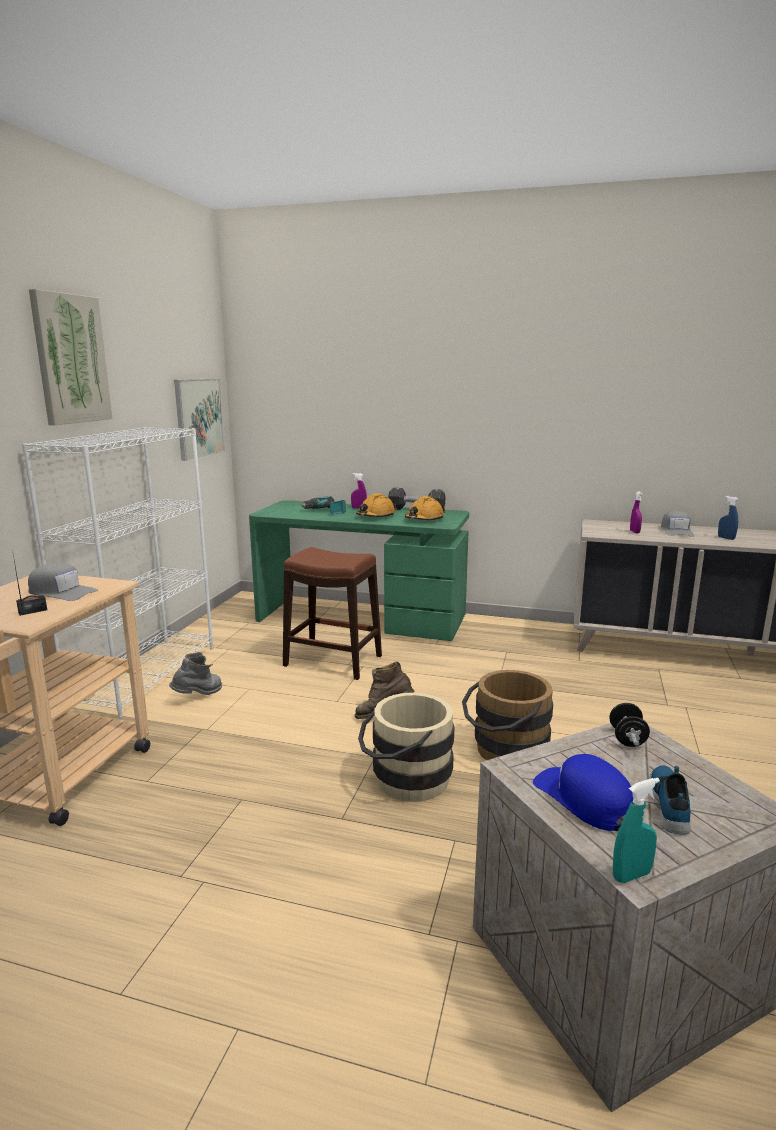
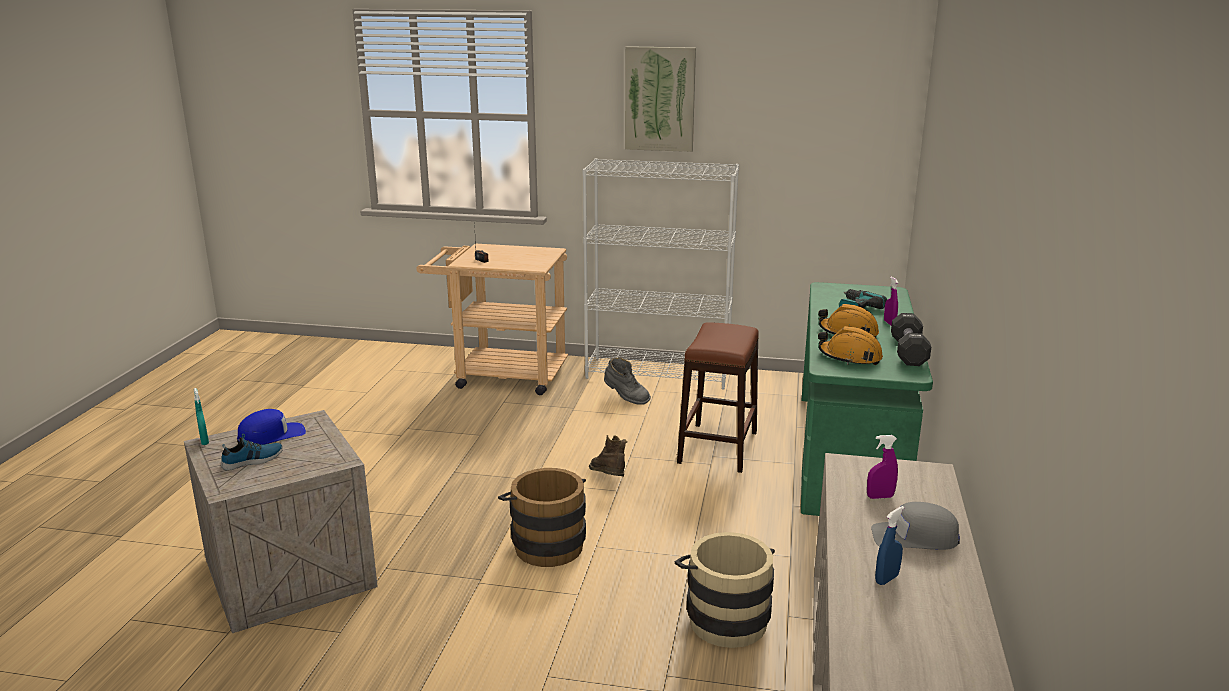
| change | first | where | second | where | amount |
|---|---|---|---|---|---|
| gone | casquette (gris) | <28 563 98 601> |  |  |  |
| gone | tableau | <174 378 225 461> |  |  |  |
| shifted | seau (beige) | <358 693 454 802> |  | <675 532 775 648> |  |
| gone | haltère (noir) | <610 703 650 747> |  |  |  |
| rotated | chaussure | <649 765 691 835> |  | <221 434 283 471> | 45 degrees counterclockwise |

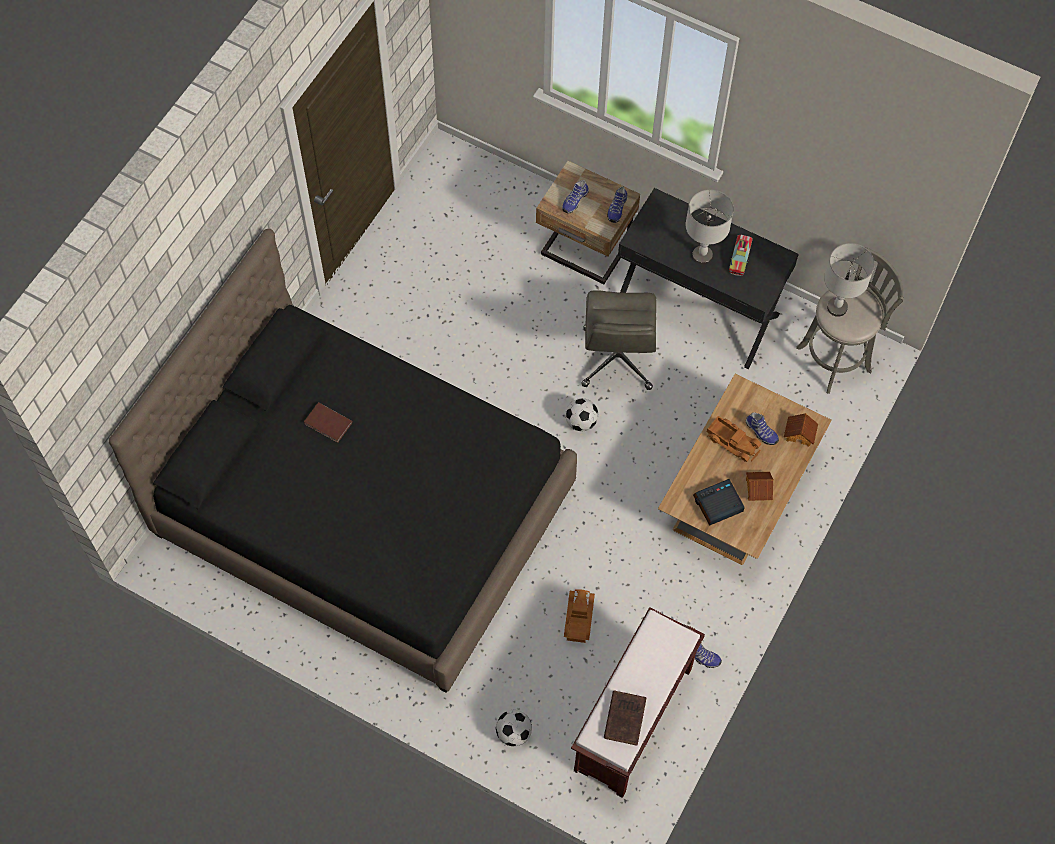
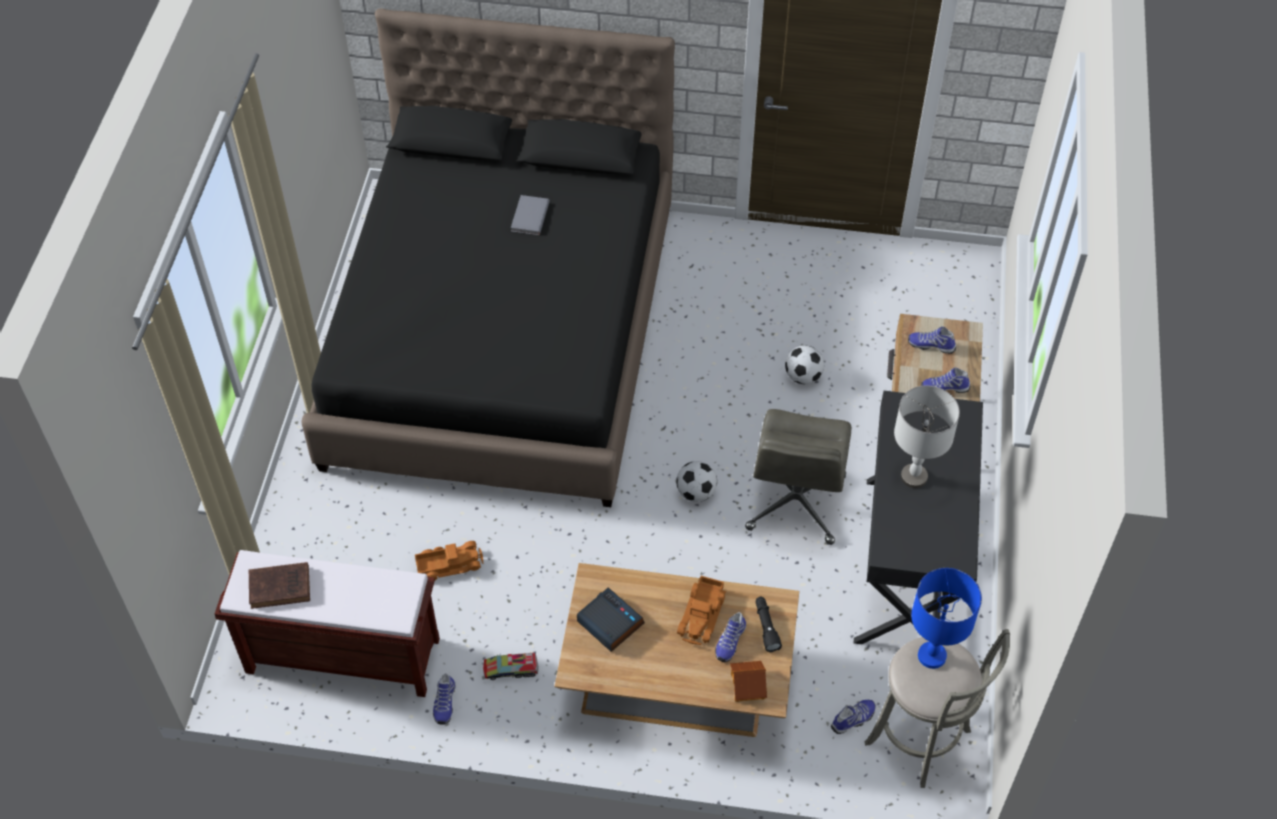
| change | first | where | second | where | amount |
|---|---|---|---|---|---|
| repainted | livre (marron) | <304 402 353 443> | livre (gris) | <511 195 550 235> |  |
| shifted | ballon de foot | <496 710 532 746> |  | <785 345 824 384> |  |
| rotated | chaise de bureau (gris) | <581 290 656 390> |  | <745 409 852 545> | 60 degrees counterclockwise |
| shifted | camion jouet | <729 235 753 276> |  | <483 653 539 680> |  |
| gone | maison miniature | <746 472 774 501> |  |  |  |
| repainted | lampe de table (gris) | <824 243 875 317> | lampe de table (bleu) | <911 568 982 669> |  |
| new |  |  | lampe de poche (noir) | <756 597 782 652> |  |
| new |  |  | chaussure | <831 700 876 734> |  |

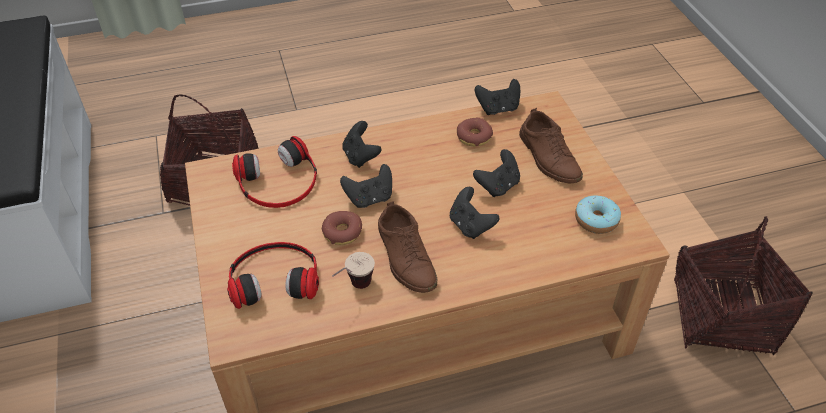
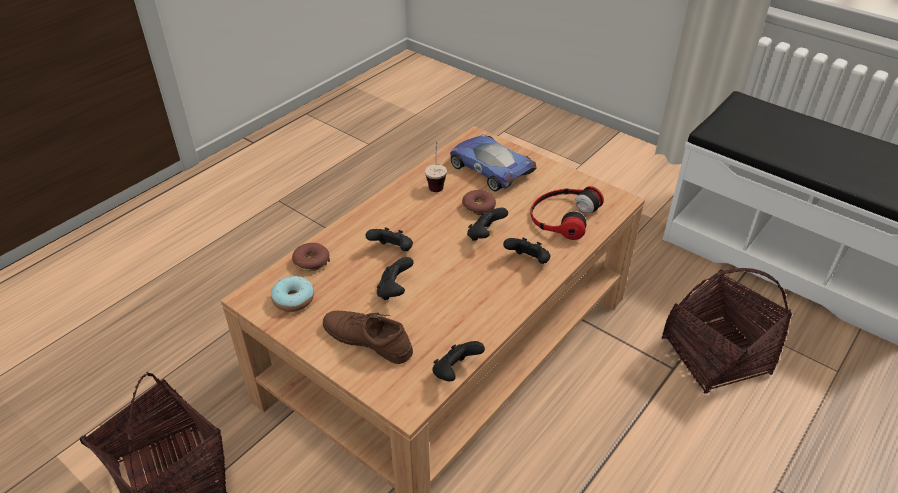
| change | first | where | second | where | amount |
|---|---|---|---|---|---|
| swapped | casque audio | <227 242 319 309> | petite voiture | <450 134 537 191> |  |
| gone | chaussure (marron) | <378 201 437 293> |  |  |  |
| shifted | beignet | <457 118 493 146> |  | <292 243 330 271> |  |

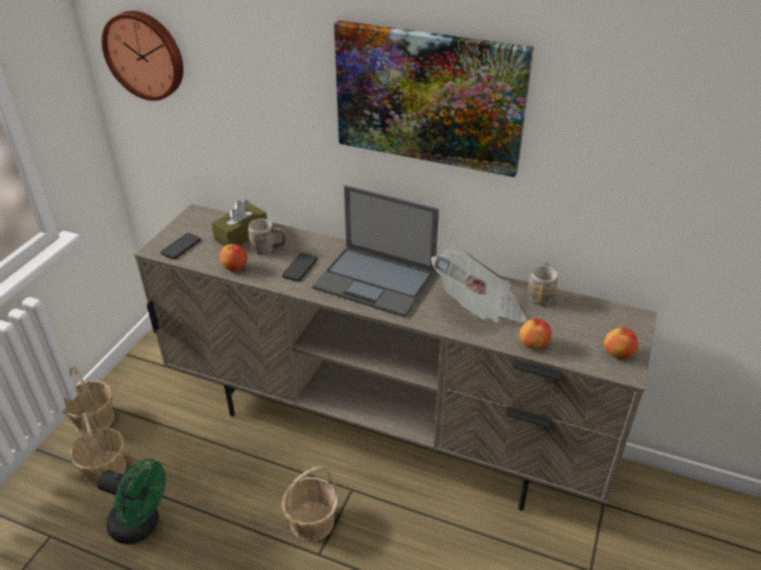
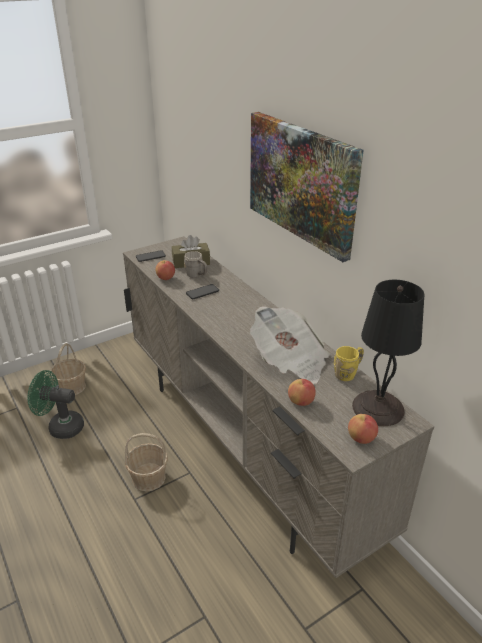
| change | first | where | second | where | amount |
|---|---|---|---|---|---|
| gone | panier | <63 365 115 434> |  |  |  |
| rotated | ventilateur (vert) | <97 459 166 544> |  | <27 370 84 439> | 135 degrees clockwise |
| gone | horloge murale | <102 11 183 101> |  |  |  |
| gone | ordinateur portable | <312 185 439 317> |  |  |  |
| repainted | mug (gris) | <528 262 558 305> | mug (jaune) | <334 346 364 381> |  |
| new |  |  | lampe de table (noir) | <352 280 424 426> |  |

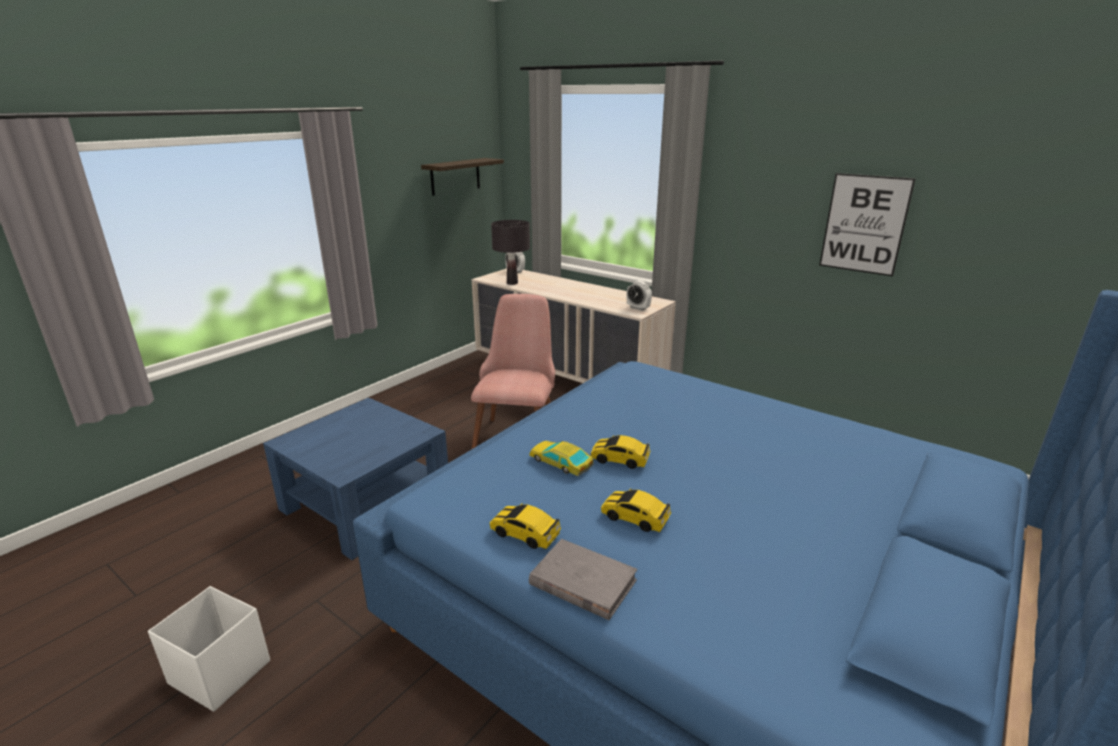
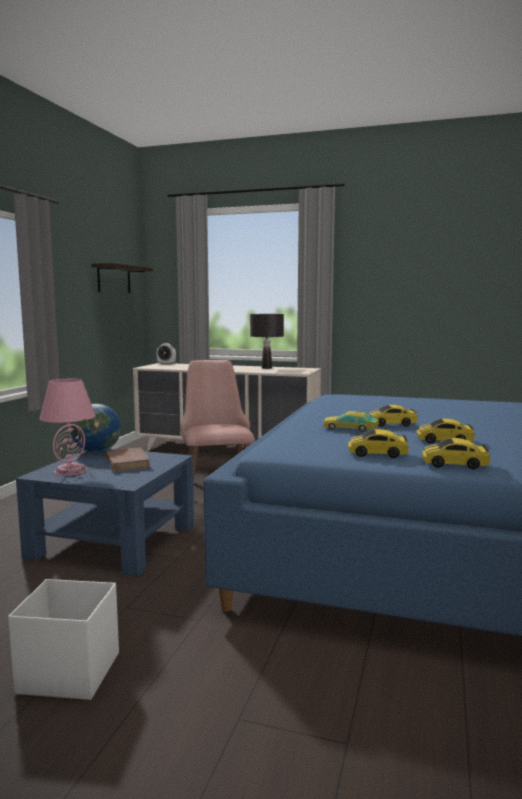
| change | first | where | second | where | amount |
|---|---|---|---|---|---|
| shifted | lampe de table (noir) | <491 220 530 285> |  | <250 314 284 369> |  |
| swapped | livre (gris) | <529 539 638 620> | petite voiture | <422 438 490 469> |  |
| gone | réveil | <626 281 652 311> |  |  |  |
| gone | tableau | <819 173 916 277> |  |  |  |
| new |  |  | lampe de table (rose) | <39 379 96 476> |  |
| new |  |  | globe | <70 404 121 452> |  |
| new |  |  | livre (marron) | <106 448 151 472> |  |

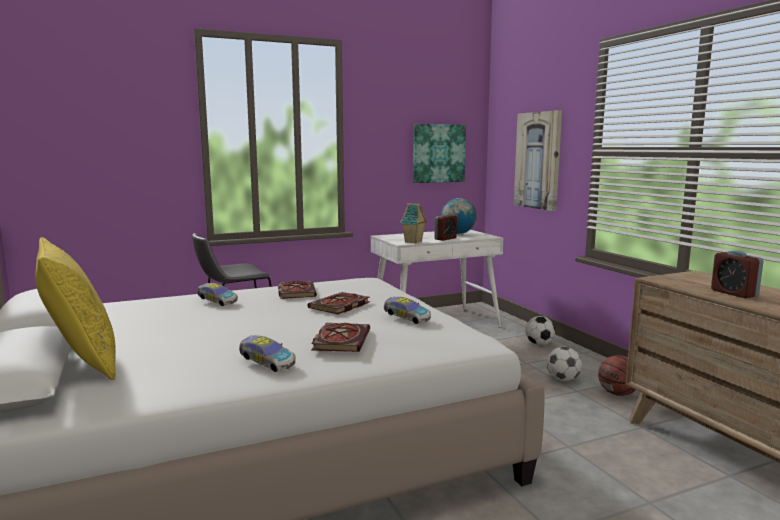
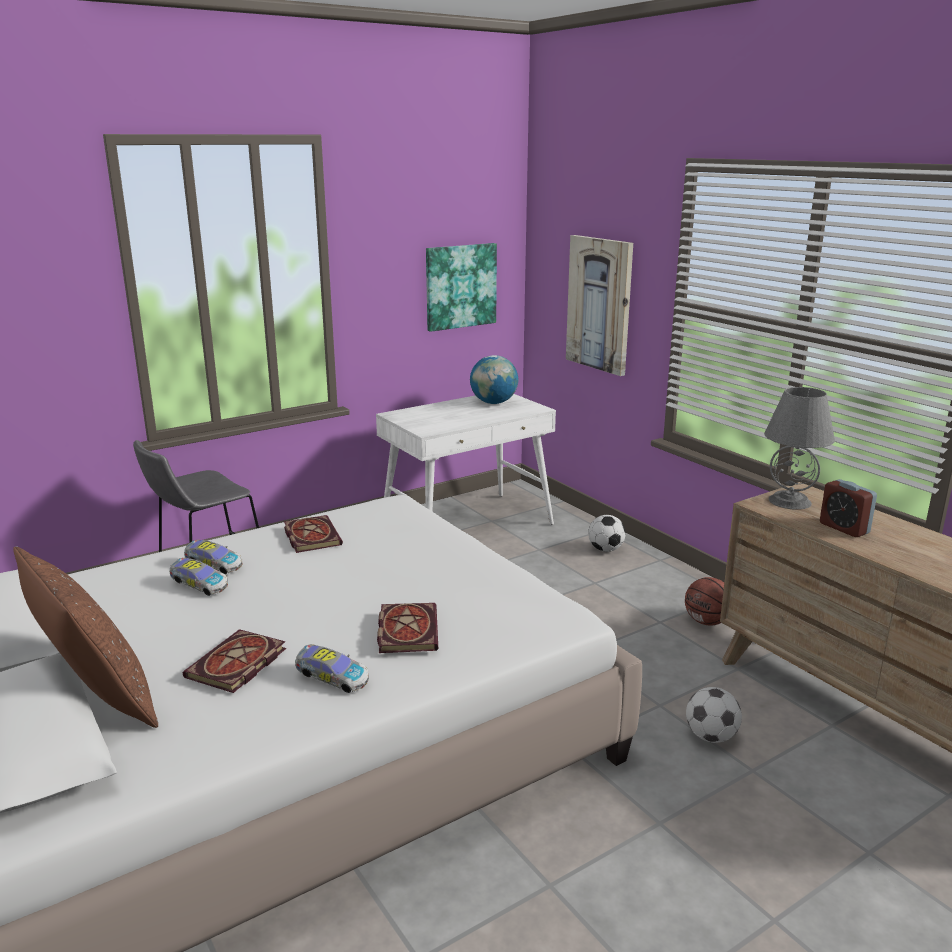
| change | first | where | second | where | amount |
|---|---|---|---|---|---|
| repainted | coussin (jaune) | <36 237 116 380> | coussin (marron) | <13 546 158 728> |  |
| shifted | livre | <307 292 370 314> |  | <183 629 286 693> |  |
| shifted | petite voiture | <384 297 431 324> |  | <169 558 228 596> |  |
| gone | maison miniature | <400 203 427 243> |  |  |  |
| gone | réveil | <434 213 457 241> |  |  |  |
| shifted | ballon de foot | <546 347 582 381> |  | <686 687 742 743> |  |
| new |  |  | lampe de table (gris) | <764 387 835 510> |  |

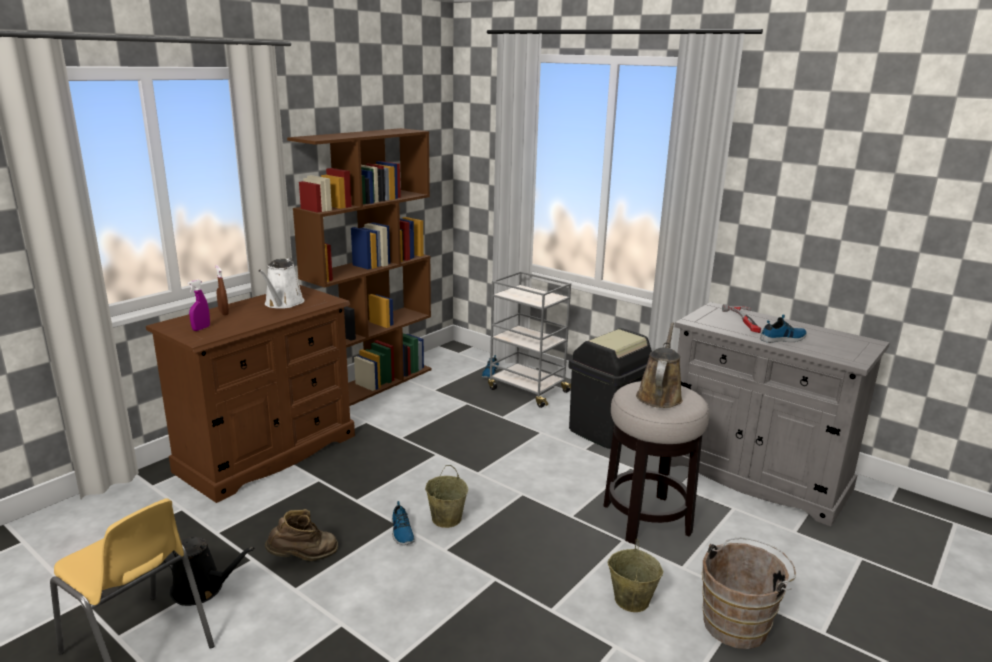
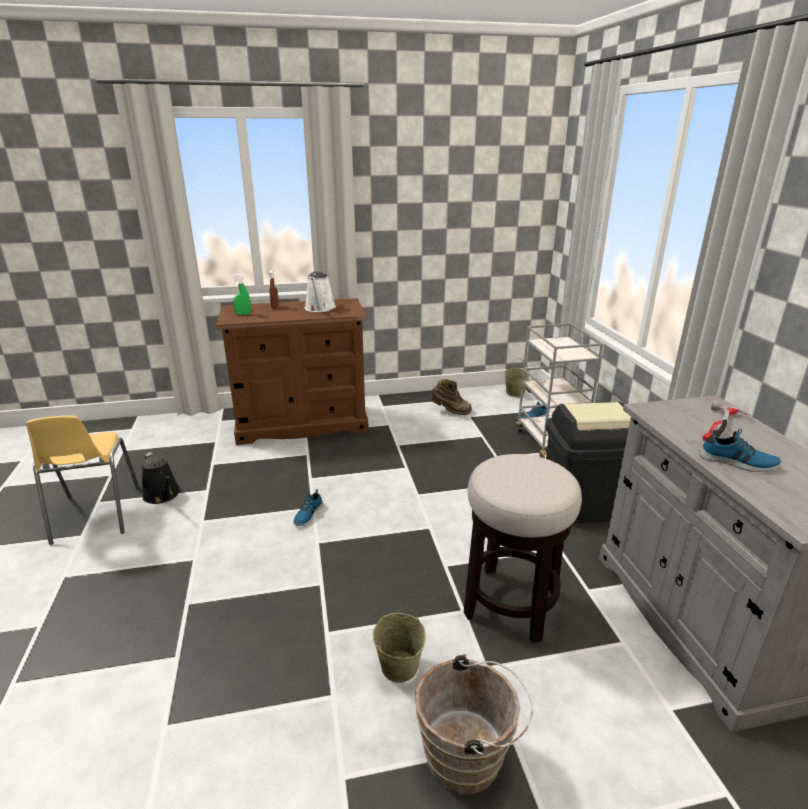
| change | first | where | second | where | amount |
|---|---|---|---|---|---|
| repainted | vaporisateur (violet) | <188 279 210 331> | vaporisateur (vert) | <232 276 251 315> |  |
| rotated | arrosoir (blanc) | <258 258 304 309> |  | <305 271 336 312> | 45 degrees counterclockwise |
| shifted | botte (marron) | <265 509 338 561> |  | <430 379 472 415> |  |
| gone | bibliothèque (marron) | <287 128 432 406> |  |  |  |
| shifted | seau (beige) | <425 465 468 528> |  | <504 358 530 397> |  |
| gone | arrosoir (marron) | <636 322 683 408> |  |  |  |

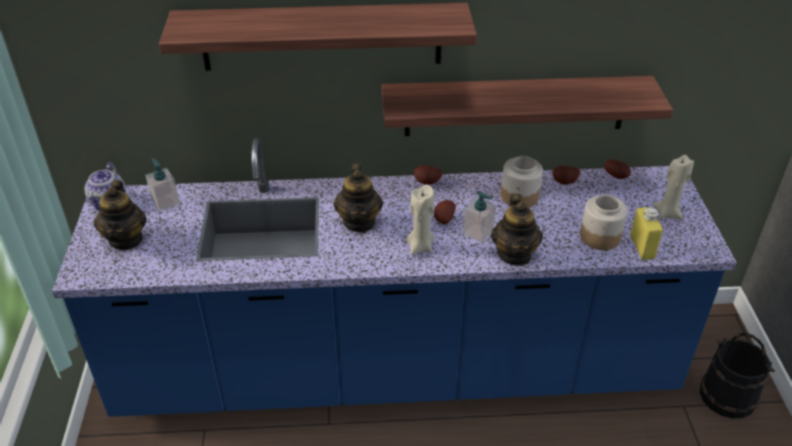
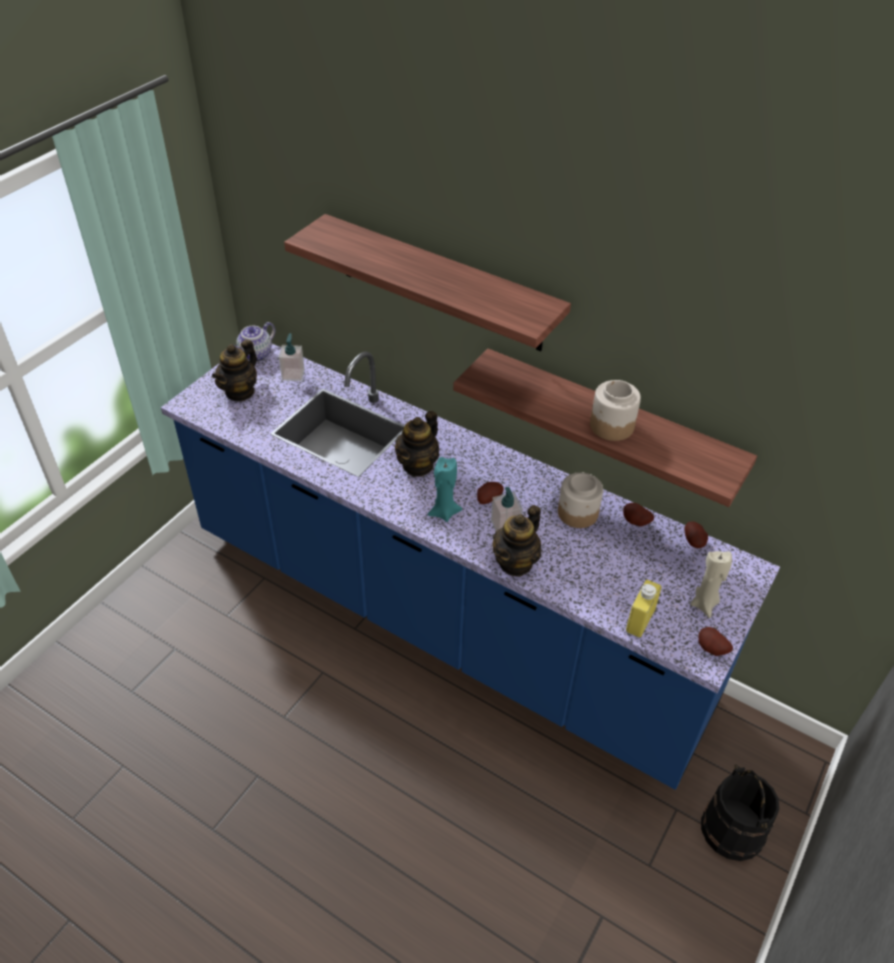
| change | first | where | second | where | amount |
|---|---|---|---|---|---|
| repainted | bougie (beige) | <406 185 434 255> | bougie (turquoise) | <428 457 462 522> |  |
| shifted | pomme de terre | <414 165 443 184> |  | <698 627 733 656> |  |
| shifted | bocal | <580 195 628 250> |  | <590 380 641 441> |  |

